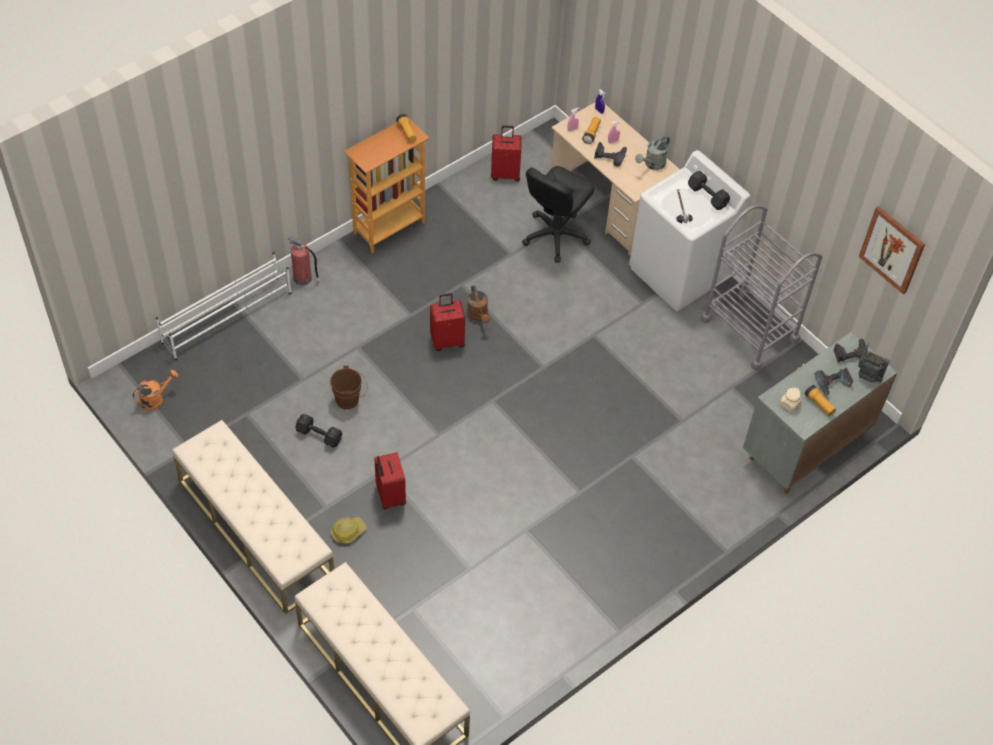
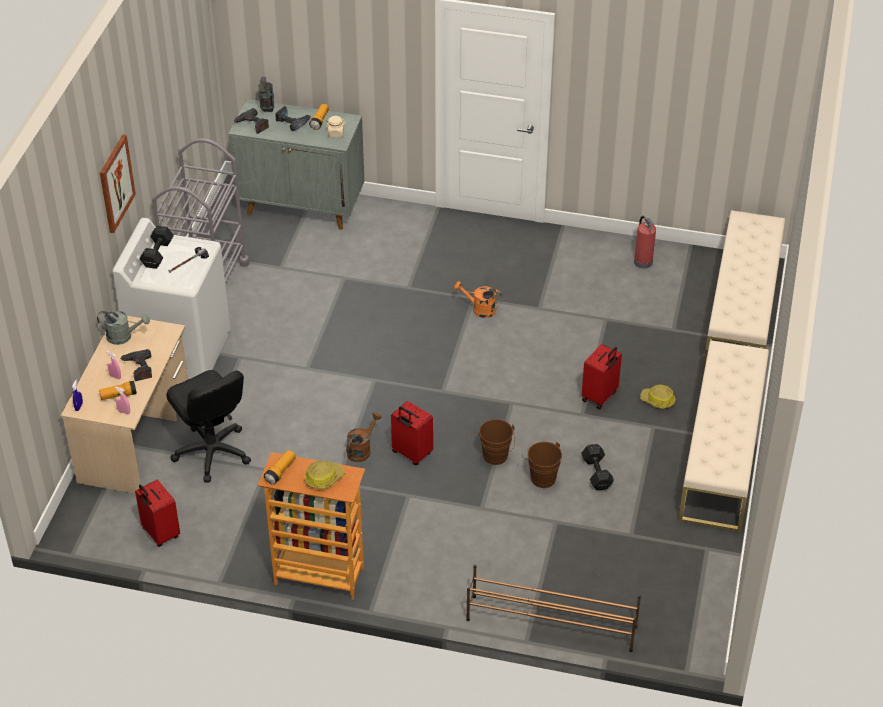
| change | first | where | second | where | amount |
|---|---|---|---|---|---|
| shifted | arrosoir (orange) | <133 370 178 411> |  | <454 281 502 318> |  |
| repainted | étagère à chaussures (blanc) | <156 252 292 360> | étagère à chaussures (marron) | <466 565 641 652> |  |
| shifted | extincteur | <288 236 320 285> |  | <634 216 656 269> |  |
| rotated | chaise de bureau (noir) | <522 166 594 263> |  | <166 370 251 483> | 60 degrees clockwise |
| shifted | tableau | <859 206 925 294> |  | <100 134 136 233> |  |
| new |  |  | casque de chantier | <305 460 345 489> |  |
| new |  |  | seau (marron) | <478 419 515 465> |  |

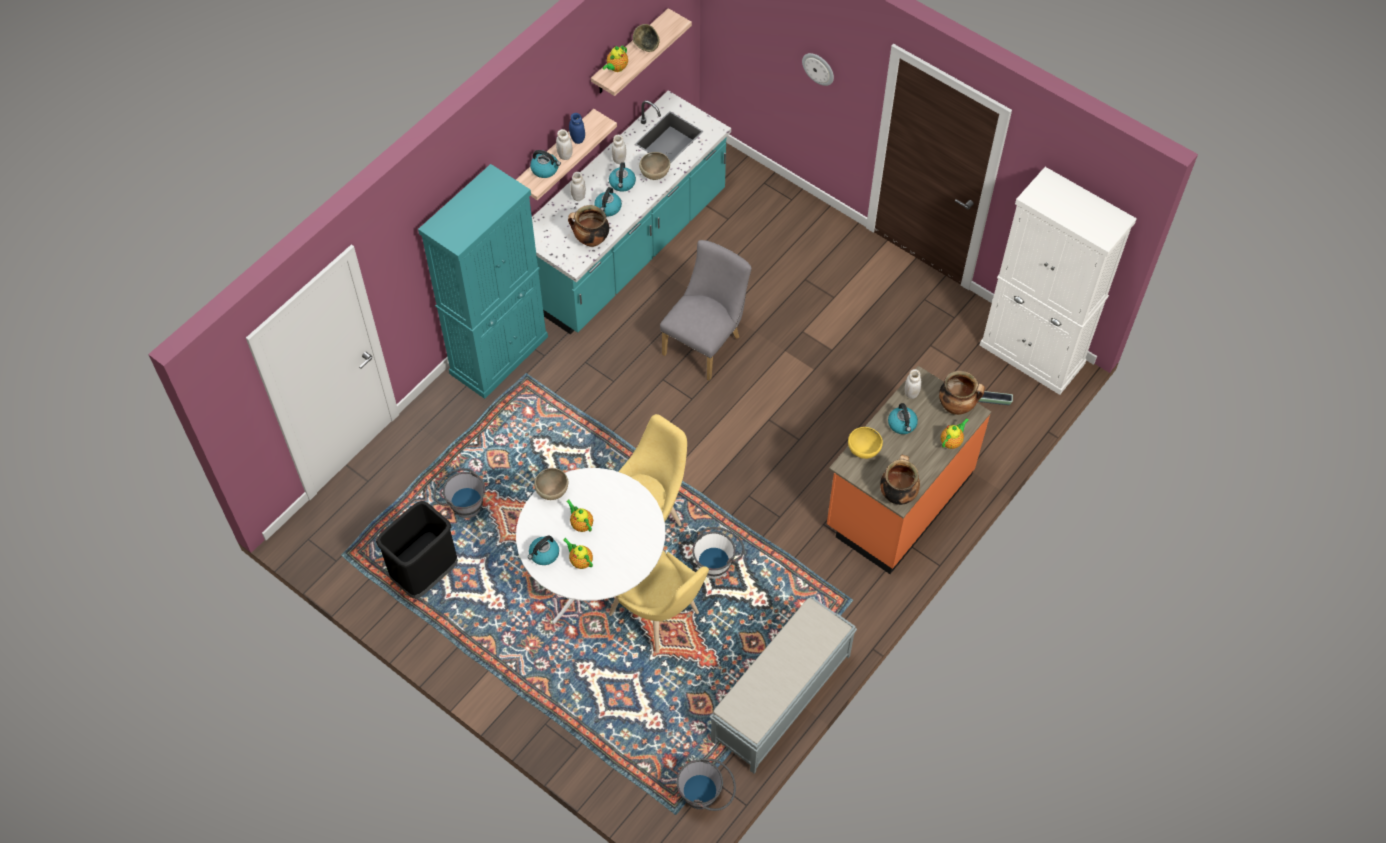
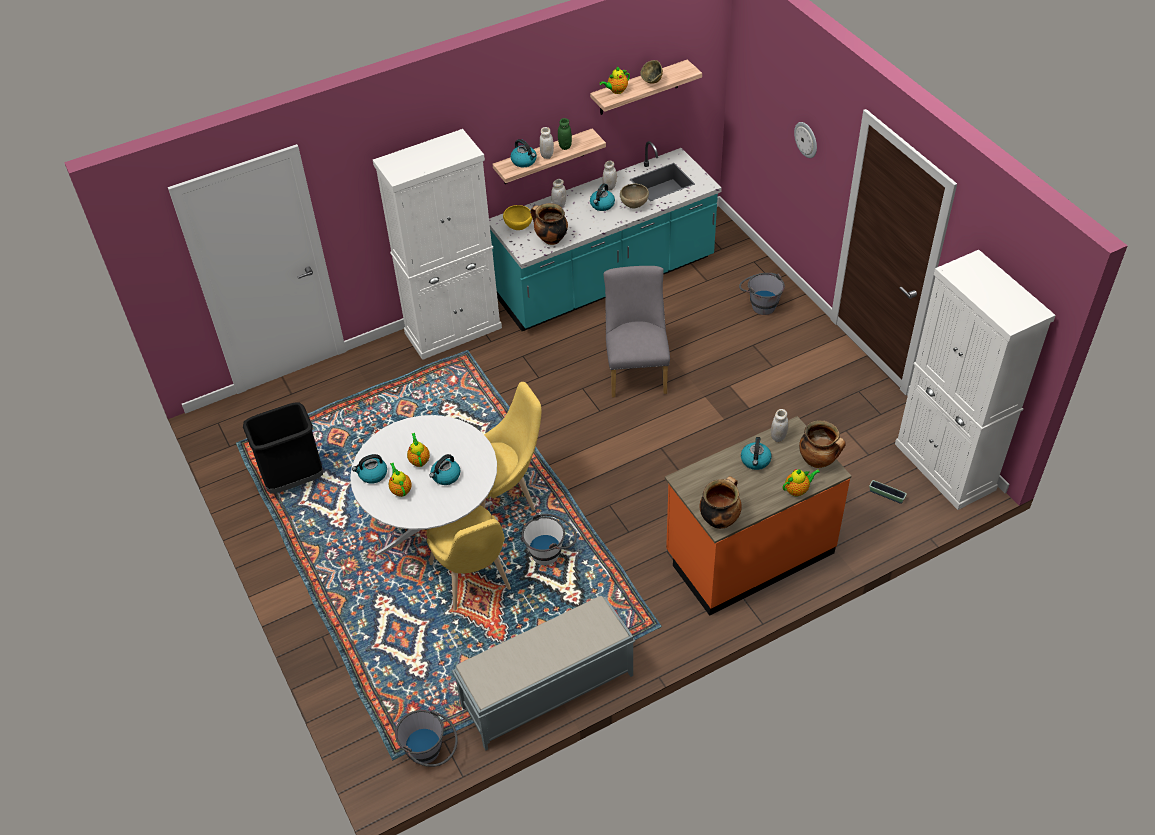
| change | first | where | second | where | amount |
|---|---|---|---|---|---|
| repainted | meuble de rangement (turquoise) | <418 164 548 399> | meuble de rangement (blanc) | <373 129 502 360> |  |
| shifted | seau (gris) | <433 468 485 518> |  | <739 273 785 315> |  |
| gone | bol (marron) | <534 468 568 500> |  |  |  |
| repainted | bocal (bleu) | <569 113 585 144> | bocal (vert) | <558 118 572 150> |  |
| shifted | bouilloire | <594 187 622 216> |  | <430 454 460 485> |  |
| rotated | chaise (gris) | <660 240 752 381> |  | <603 266 670 397> | 60 degrees counterclockwise |
| shifted | bol (jaune) | <848 427 883 459> |  | <503 205 532 230> |  |

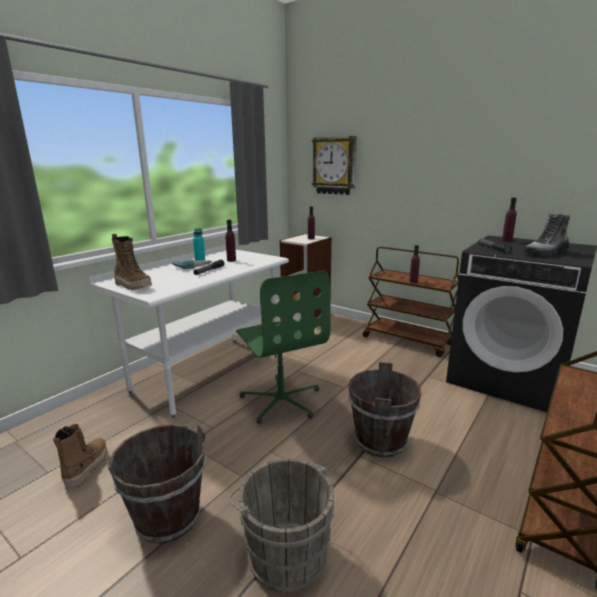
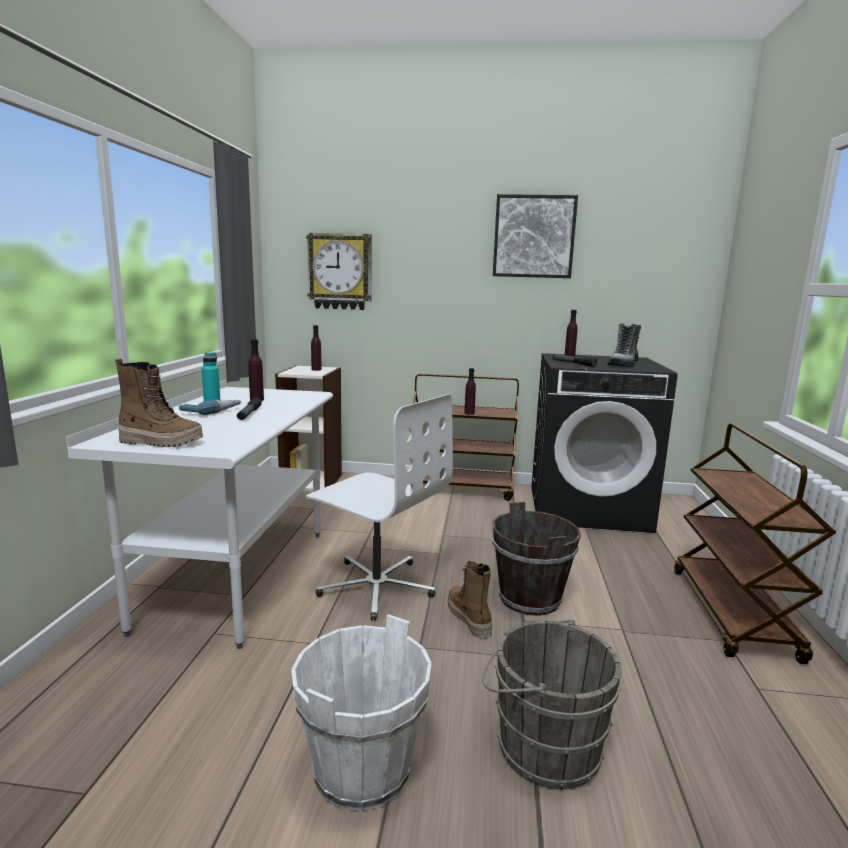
| change | first | where | second | where | amount |
|---|---|---|---|---|---|
| shifted | botte | <53 424 107 490> |  | <448 561 493 639> |  |
| repainted | seau (marron) | <105 424 206 544> | seau (blanc) | <291 614 432 811> |  |
| repainted | chaise de bureau (vert) | <236 271 330 424> | chaise de bureau (blanc) | <306 394 453 620> |  |
| new |  |  | tableau | <493 194 578 278> |  |

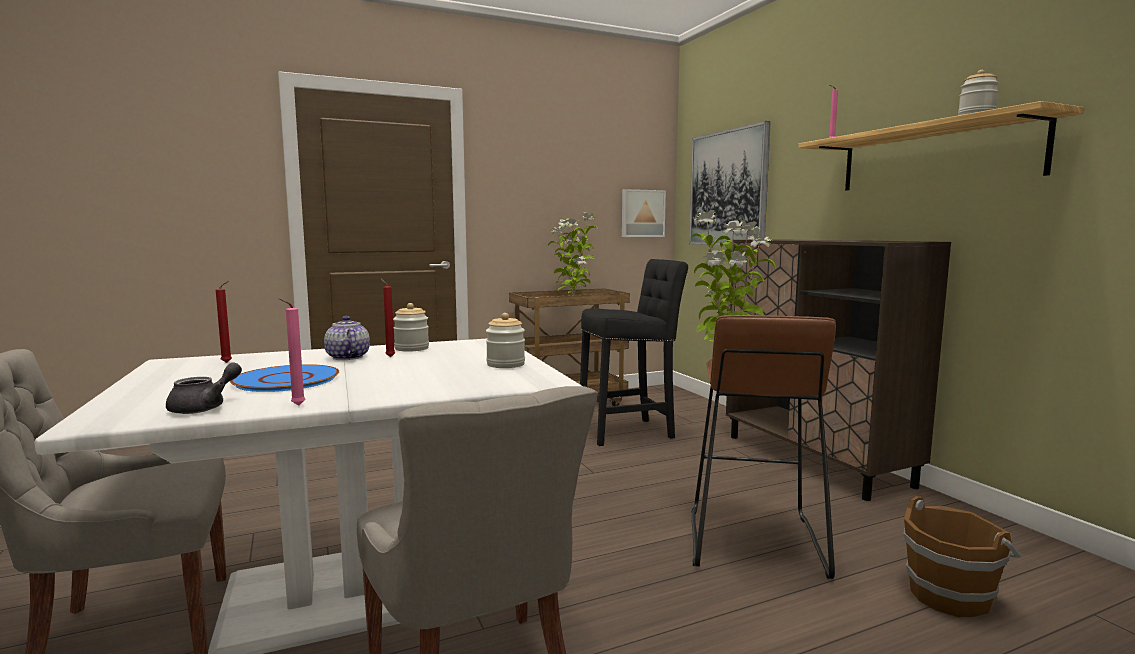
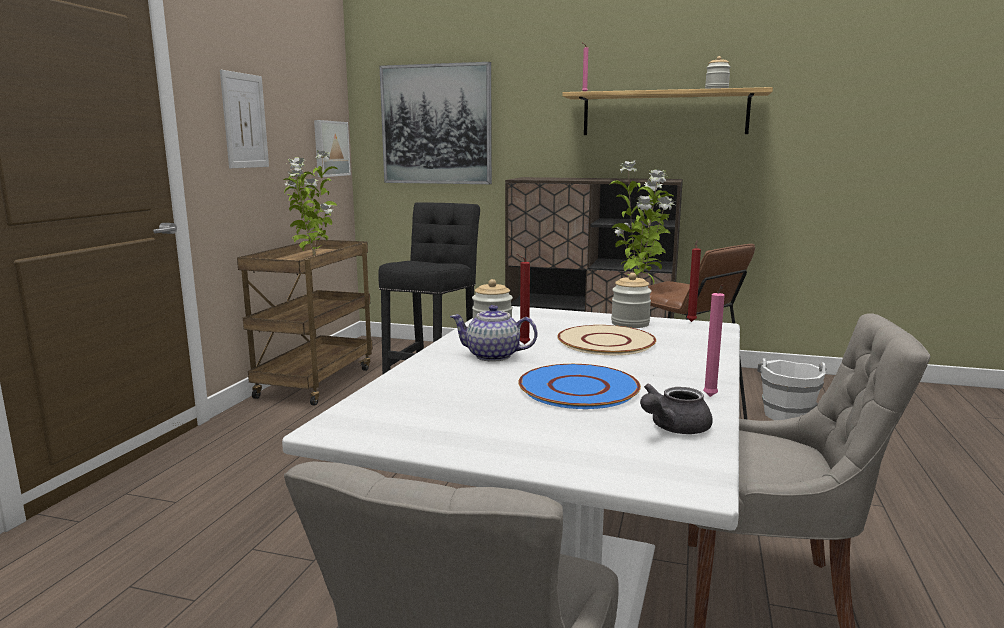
| change | first | where | second | where | amount |
|---|---|---|---|---|---|
| rotated | théière (gris) | <166 363 242 414> |  | <640 384 713 434> | 105 degrees counterclockwise |
| shifted | bougie (rouge) | <216 281 232 363> |  | <687 240 701 322> |  |
| repainted | seau (marron) | <904 496 1021 617> | seau (blanc) | <757 358 826 420> |  |
| new |  |  | tableau | <220 70 269 168> |  |
| new |  |  | assiette (beige) | <557 325 656 355> |  |

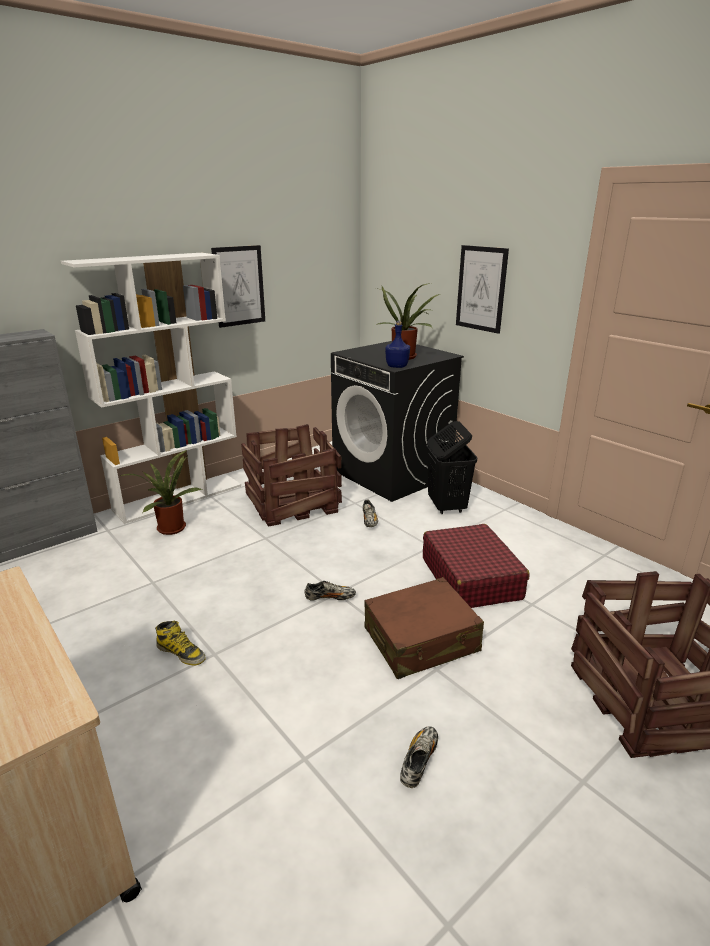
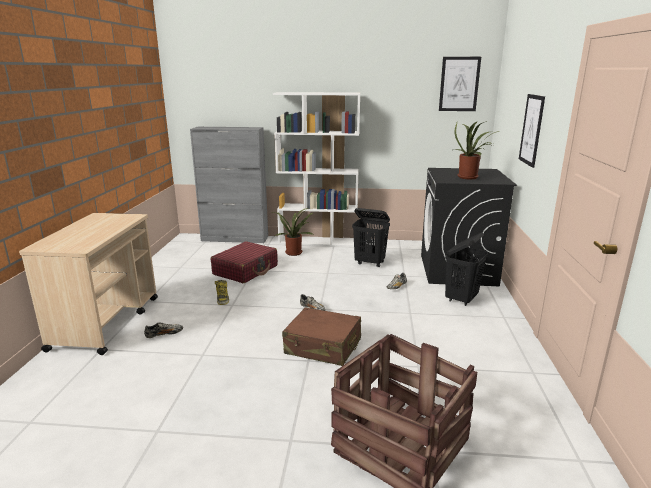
| change | first | where | second | where | amount |
|---|---|---|---|---|---|
| shifted | tableau | <211 245 265 328> |  | <439 57 481 111> |  |
| swapped | caisse | <241 424 342 527> | panier à linge (noir) | <352 208 390 267> |  |
| gone | bouteille (bleu) | <385 321 410 368> |  |  |  |
| shifted | chaussure | <400 726 438 788> |  | <144 322 183 338> |  |
| shifted | valise (rouge) | <423 524 529 608> |  | <211 241 278 283> |  |

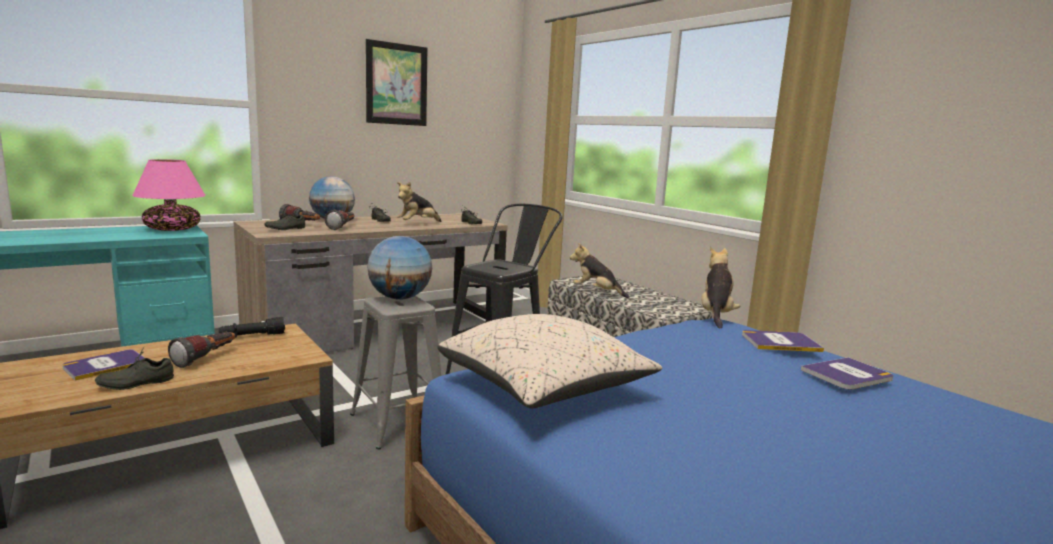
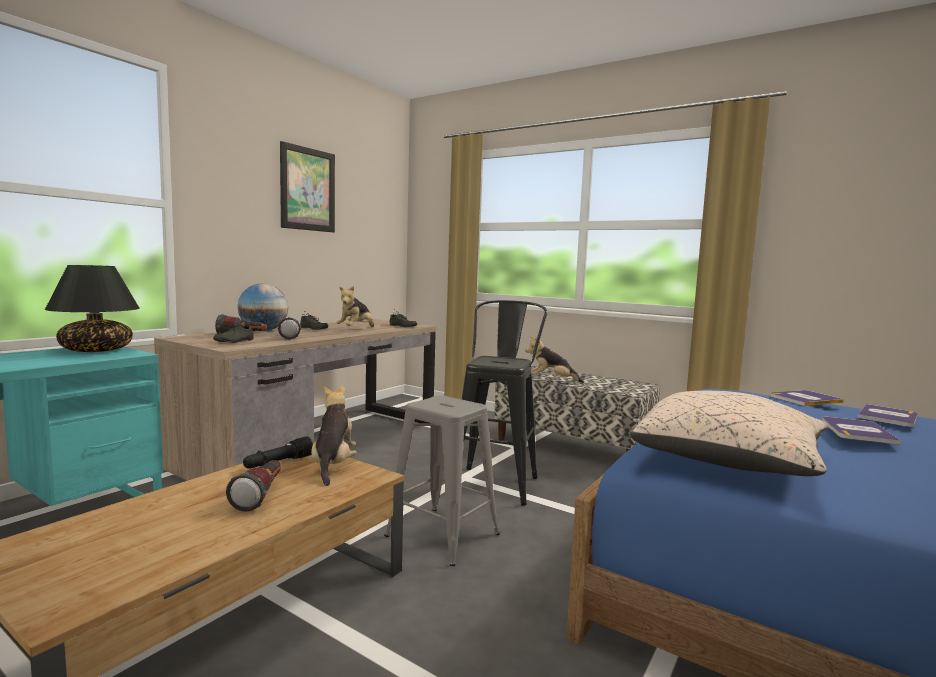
| change | first | where | second | where | amount |
|---|---|---|---|---|---|
| shifted | livre | <62 350 145 381> |  | <822 417 901 445> |  |
| gone | chaussure (gris) | <95 346 174 390> |  |  |  |
| repainted | lampe de table (rose) | <132 159 206 231> | lampe de table (noir) | <45 265 140 352> |  |
| gone | globe | <367 236 432 300> |  |  |  |
| shifted | peluche | <701 247 741 328> |  | <311 386 357 486> |  |

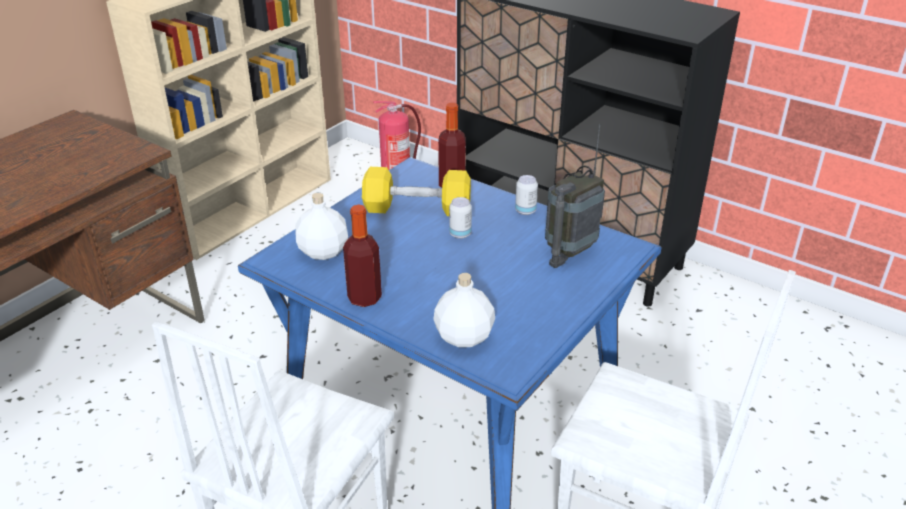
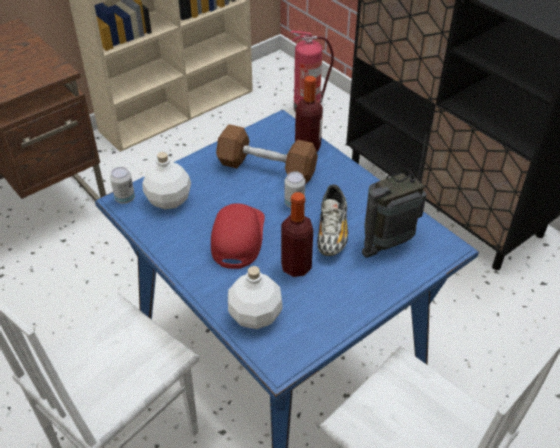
| change | first | where | second | where | amount |
|---|---|---|---|---|---|
| shifted | bouteille | <343 204 382 307> |  | <281 192 313 277> |  |
| repainted | haltère (jaune) | <362 167 471 216> | haltère (marron) | <216 124 318 184> |  |
| shifted | boîte métallique | <515 175 538 215> |  | <110 167 135 204> |  |
| new |  |  | casquette (rouge) | <211 203 265 269> |  |
| new |  |  | chaussure | <317 184 348 256> |  |

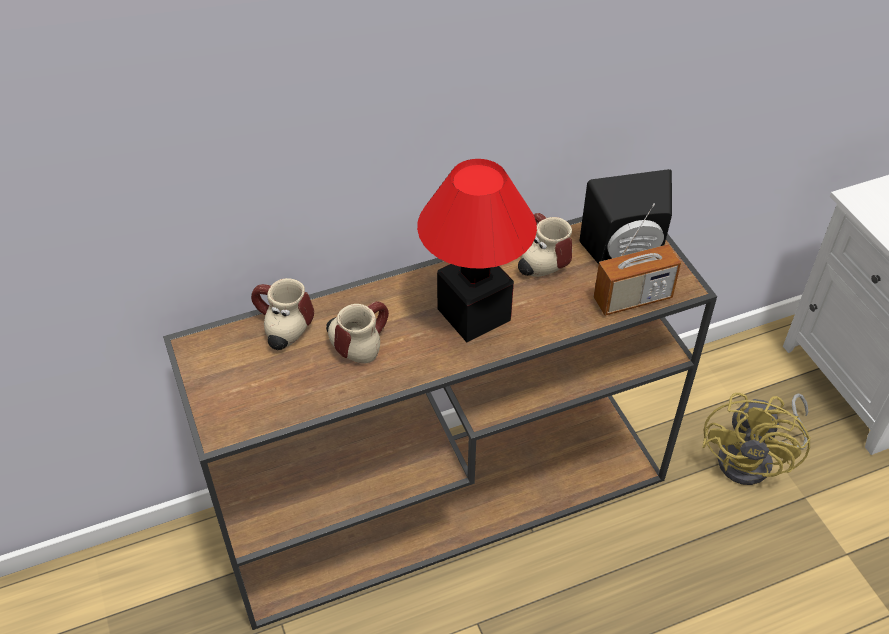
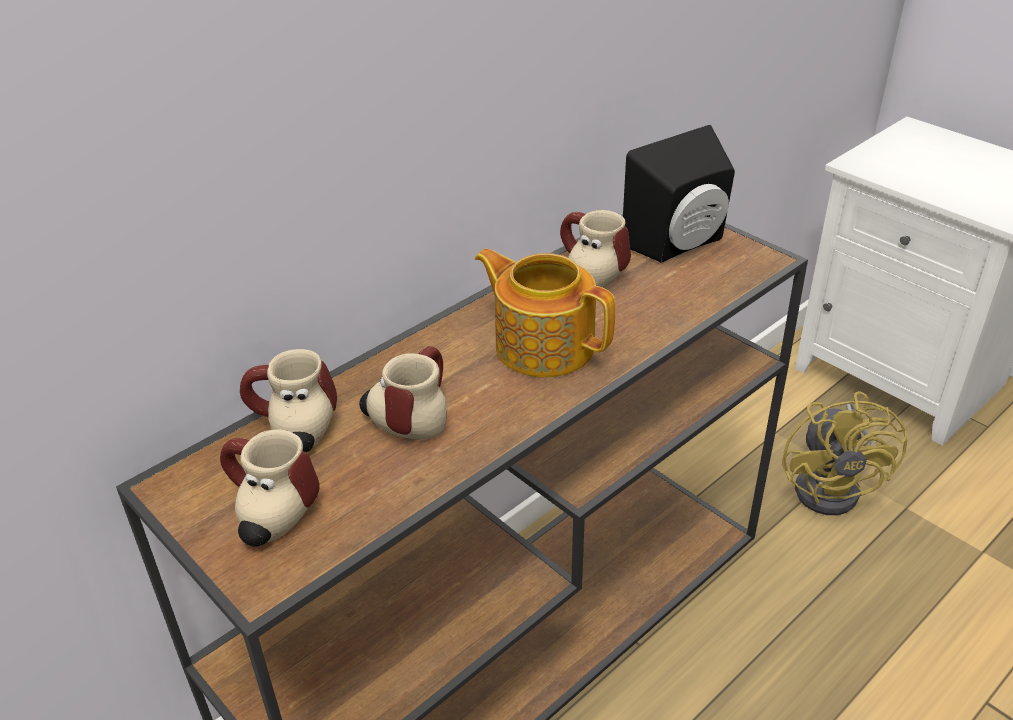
| change | first | where | second | where | amount |
|---|---|---|---|---|---|
| swapped | lampe de table | <417 159 537 342> | théière | <475 249 615 378> |  |
| gone | radio | <594 203 681 316> |  |  |  |
| new |  |  | mug | <220 429 320 546> |  |

